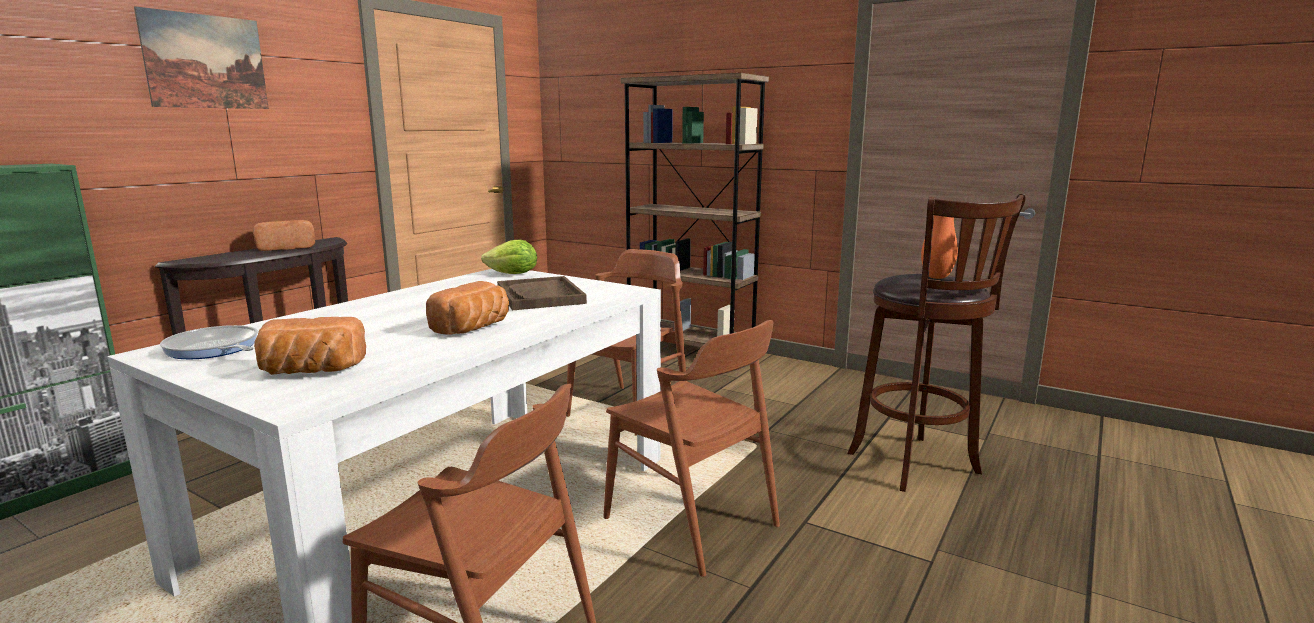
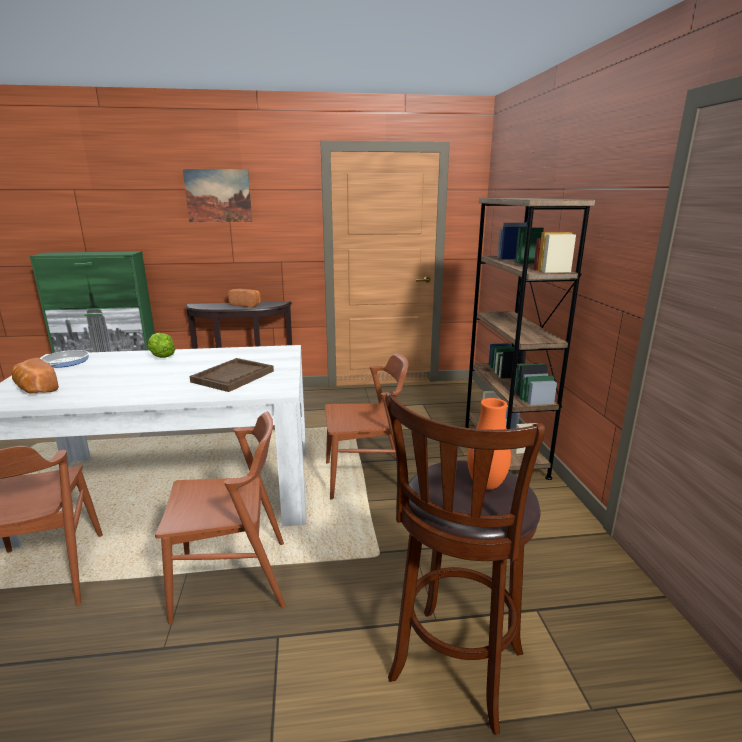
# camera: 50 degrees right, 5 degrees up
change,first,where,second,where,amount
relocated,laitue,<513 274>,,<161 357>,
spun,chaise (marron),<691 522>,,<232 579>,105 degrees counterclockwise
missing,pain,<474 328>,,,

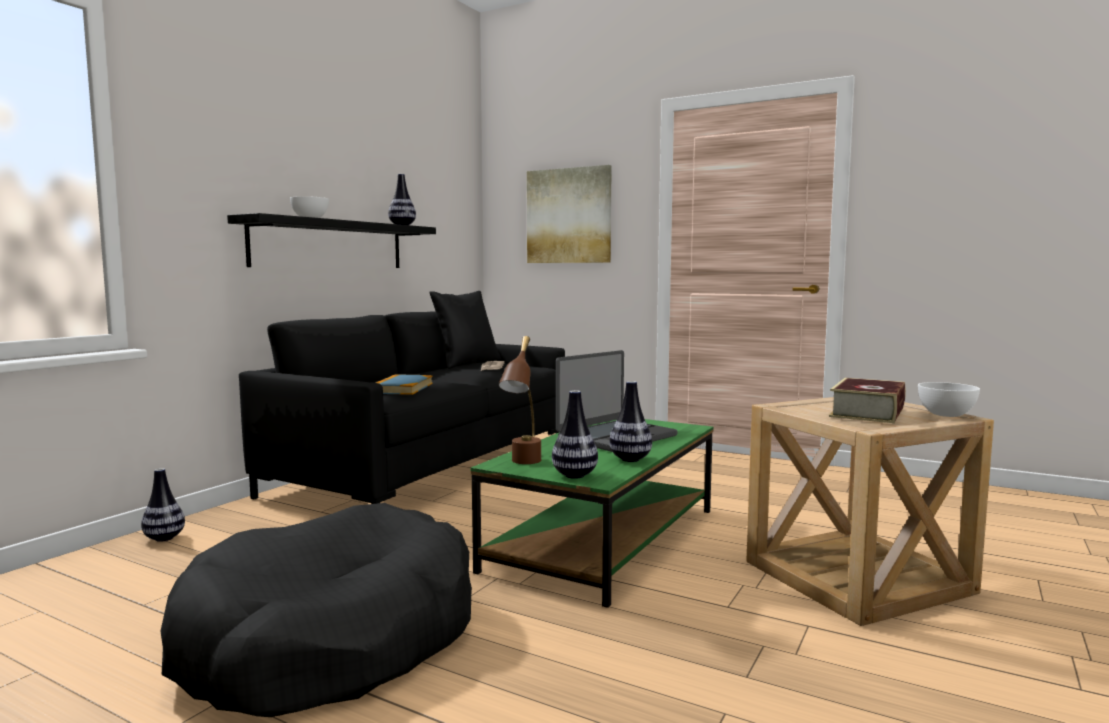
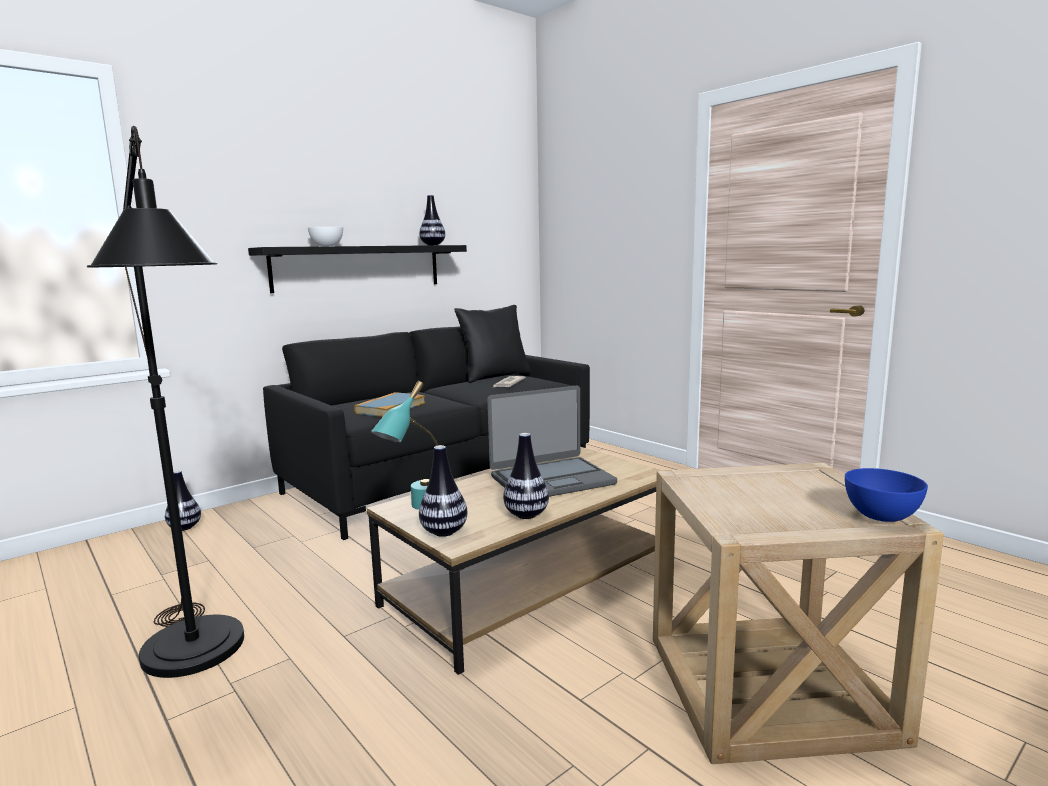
# camera: 20 degrees right, 5 degrees up
change,first,where,second,where,amount
exchanged,panier pour chien (noir),<330 639>,lampadaire (noir),<199 661>,
colour,table basse (vert),<604 538>,table basse (marron),<530 583>,
colour,lampe de table (marron),<523 464>,lampe de table (turquoise),<417 509>,
colour,bol (blanc),<946 415>,bol (bleu),<882 516>,
missing,tableau,<569 216>,,,
missing,livre,<867 412>,,,

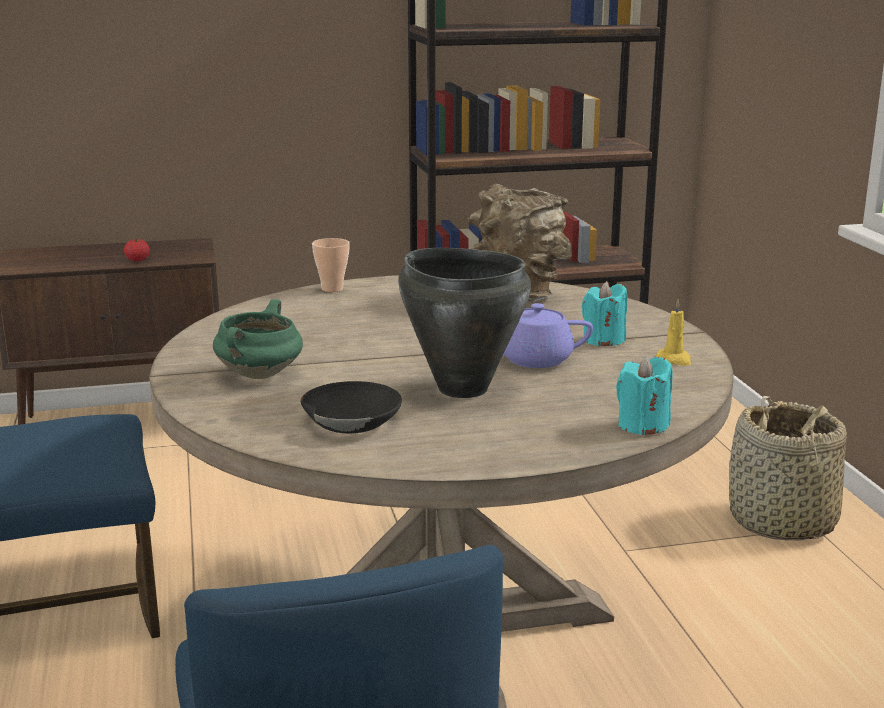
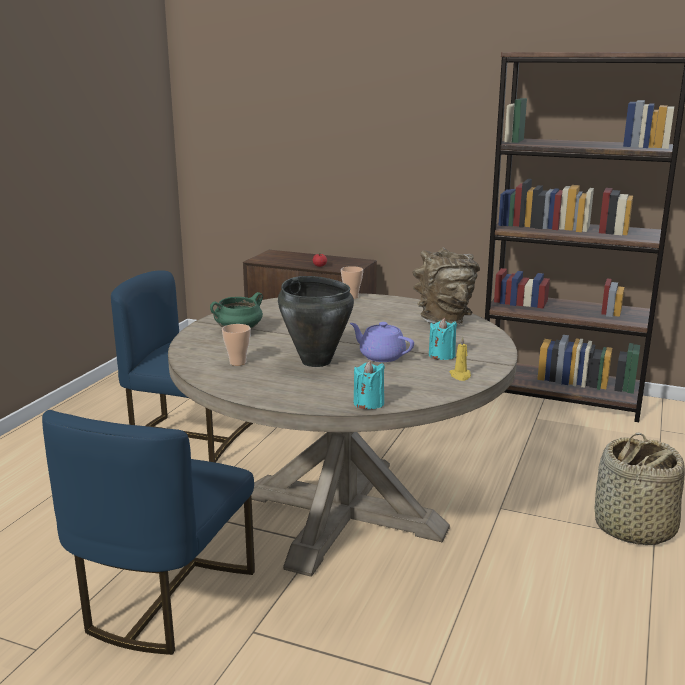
# camera: 35 degrees right, 0 degrees up
change,first,where,second,where,amount
exchanged,bol (noir),<351 420>,tasse,<237 362>,

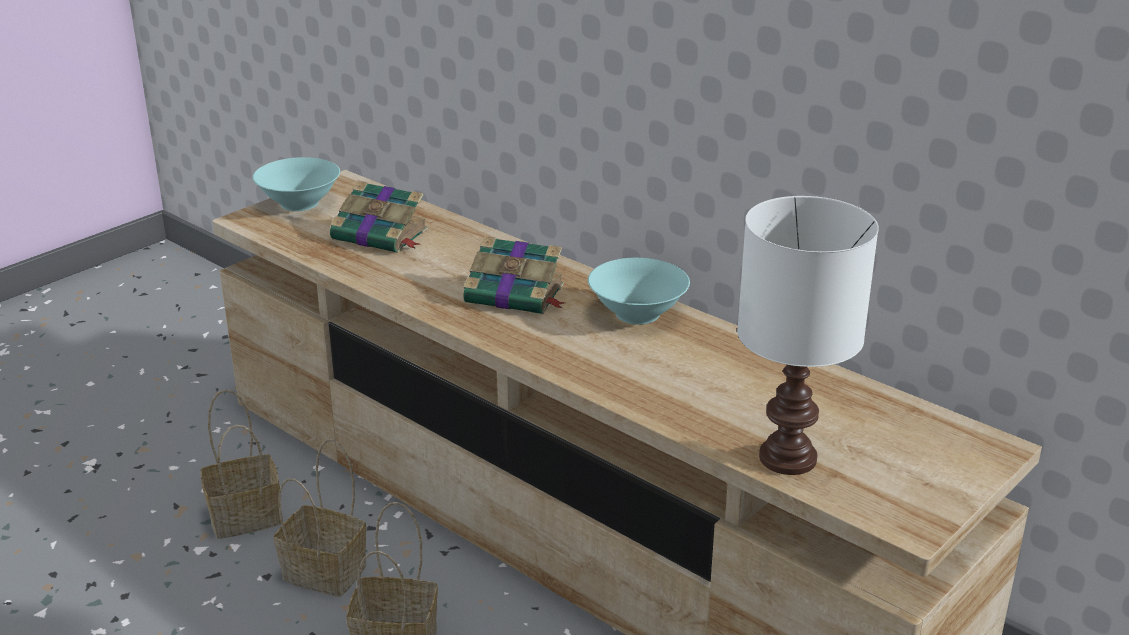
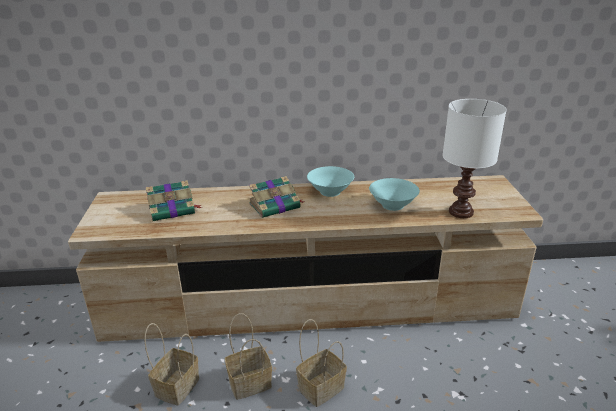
# camera: 45 degrees left, 0 degrees up
change,first,where,second,where,amount
relocated,bol (turquoise),<298 203>,,<392 205>,

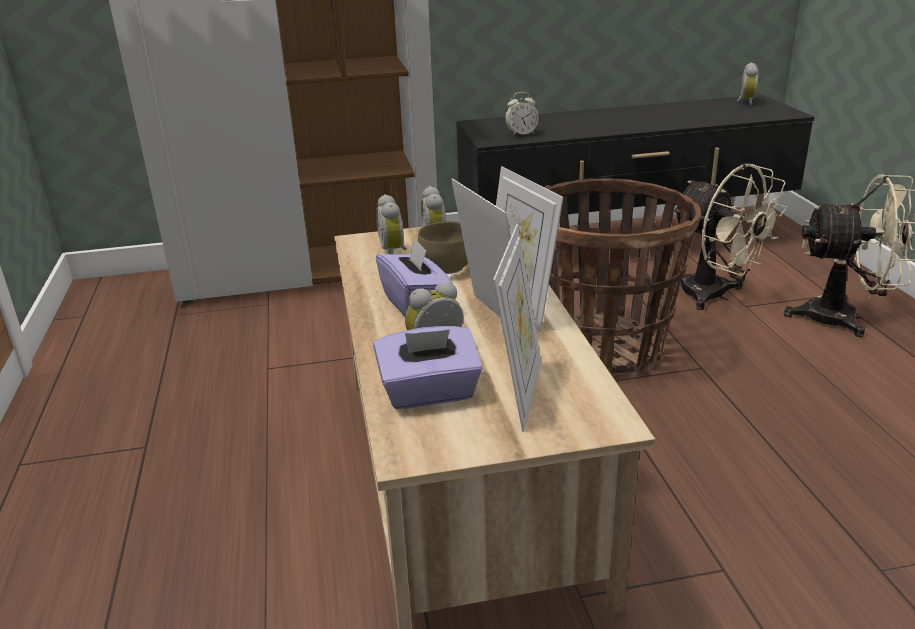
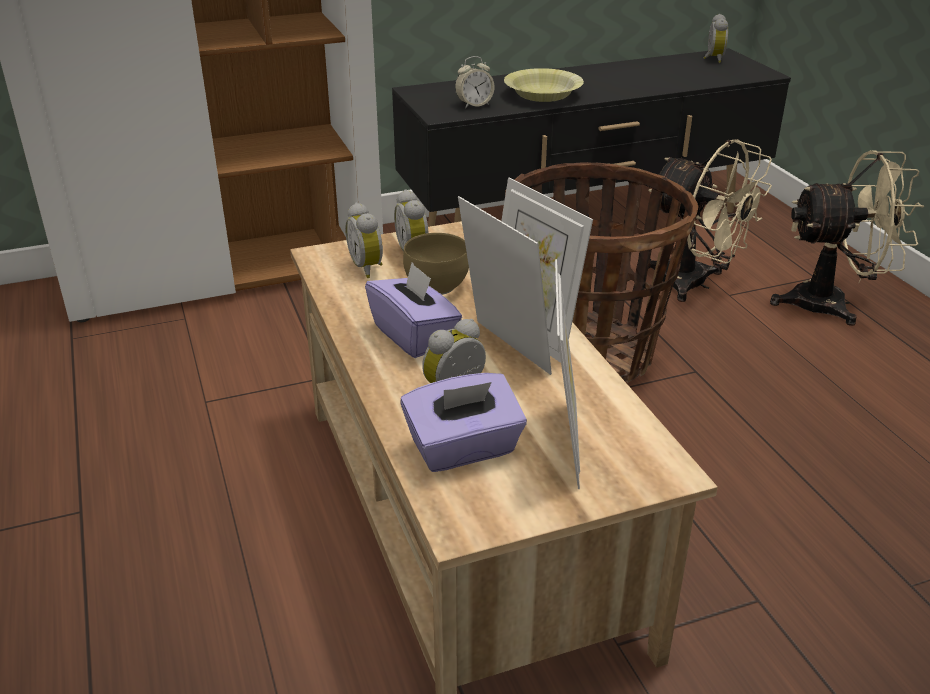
# camera: 10 degrees left, 5 degrees up
change,first,where,second,where,amount
appeared,,,bol (jaune),<543 95>,

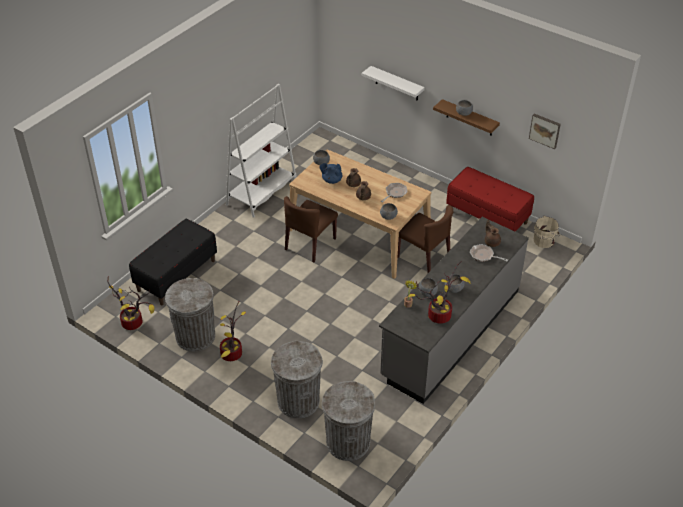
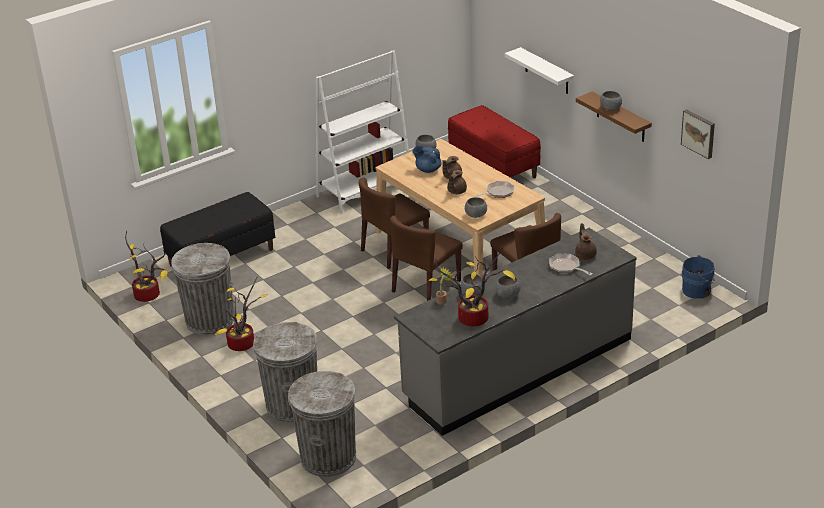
# camera: 20 degrees right, 10 degrees down
change,first,where,second,where,amount
appeared,,,chaise (marron),<426 286>,
relocated,banc (rouge),<487 217>,,<494 166>,
colour,seau (beige),<545 240>,seau (bleu),<698 290>,

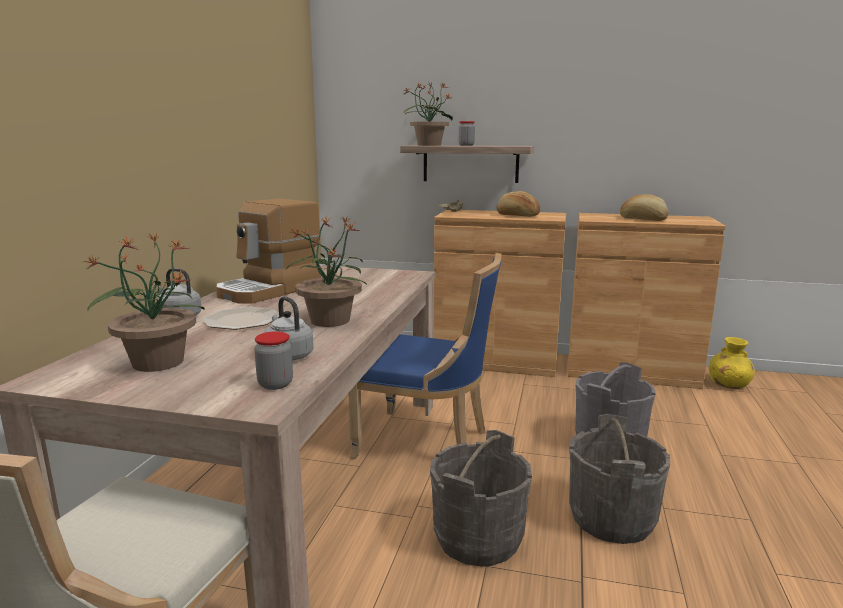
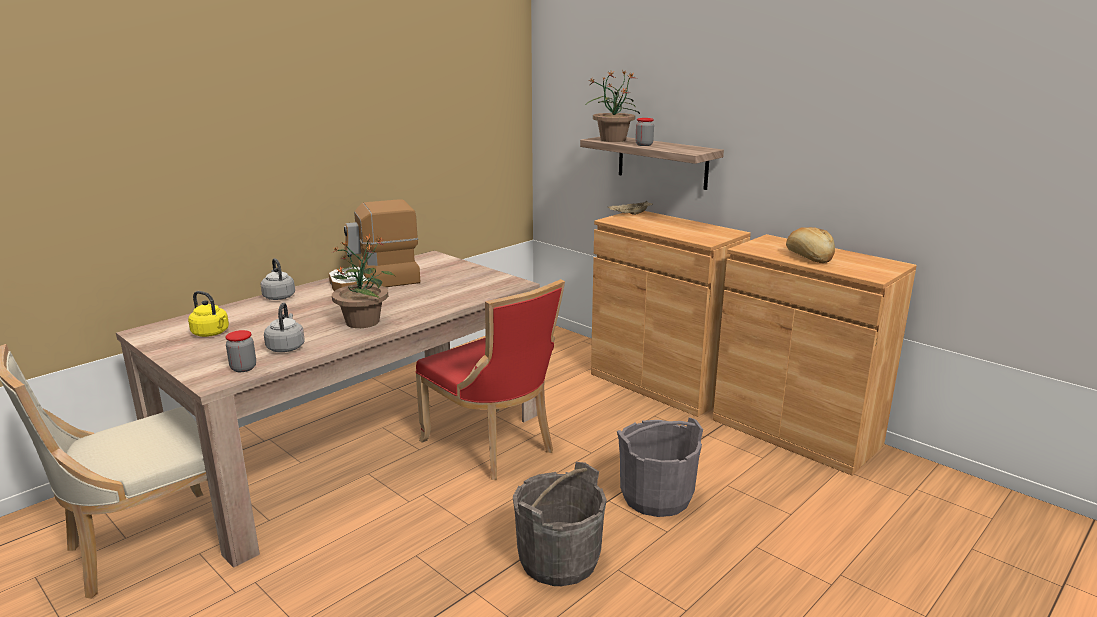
# camera: 30 degrees right, 5 degrees up
change,first,where,second,where,amount
exchanged,plante en pot,<157 362>,bouilloire (jaune),<212 333>,
colour,chaise (bleu),<427 443>,chaise (rouge),<493 446>,
missing,assiette,<242 320>,,,
missing,seau (gris),<478 538>,,,
missing,pain,<517 215>,,,
missing,vase (jaune),<729 385>,,,

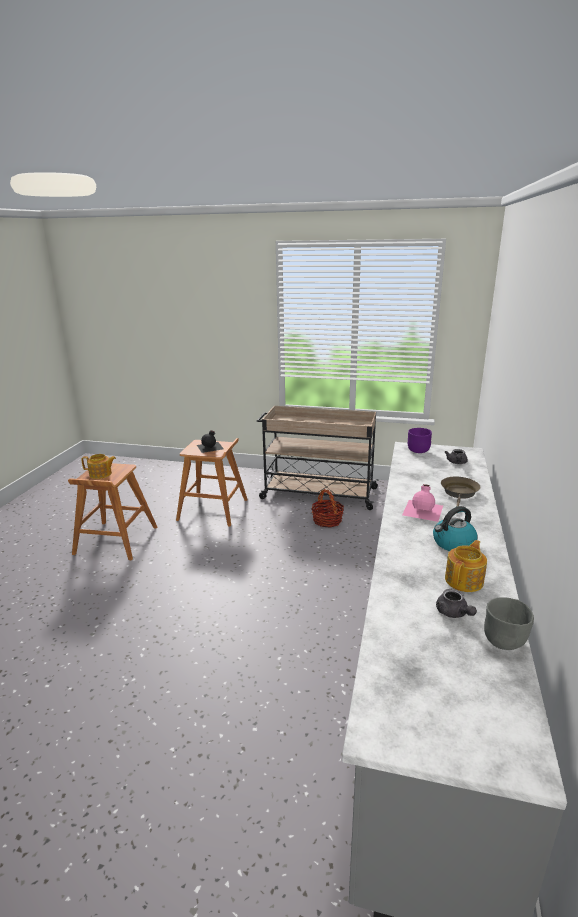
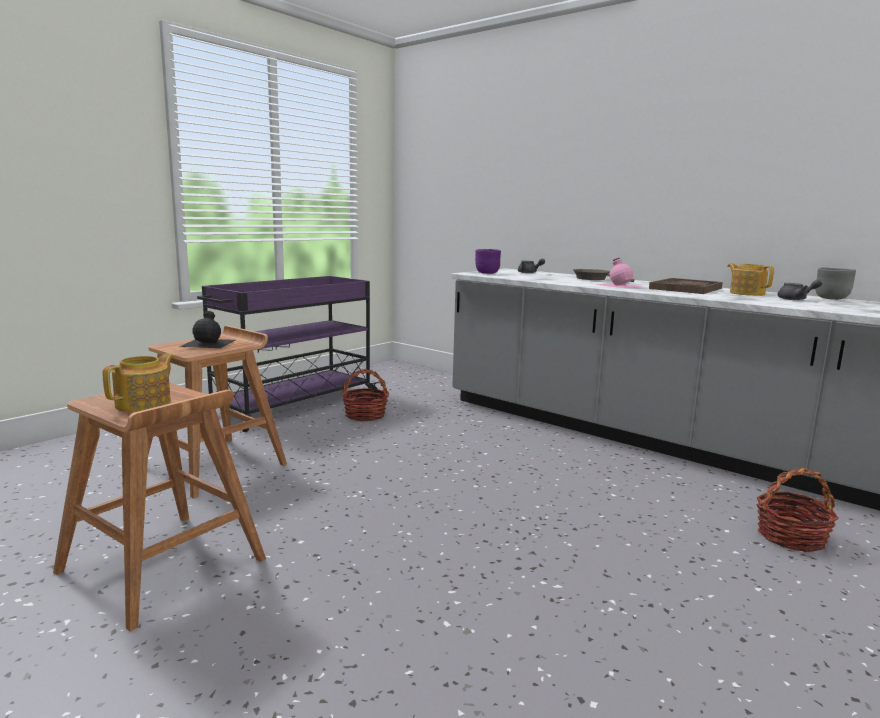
# camera: 65 degrees left, 10 degrees down
change,first,where,second,where,amount
colour,chariot (beige),<317 493>,chariot (violet),<292 405>,
exchanged,bouilloire,<453 543>,plateau (marron),<685 288>,
appeared,,,panier,<791 537>,

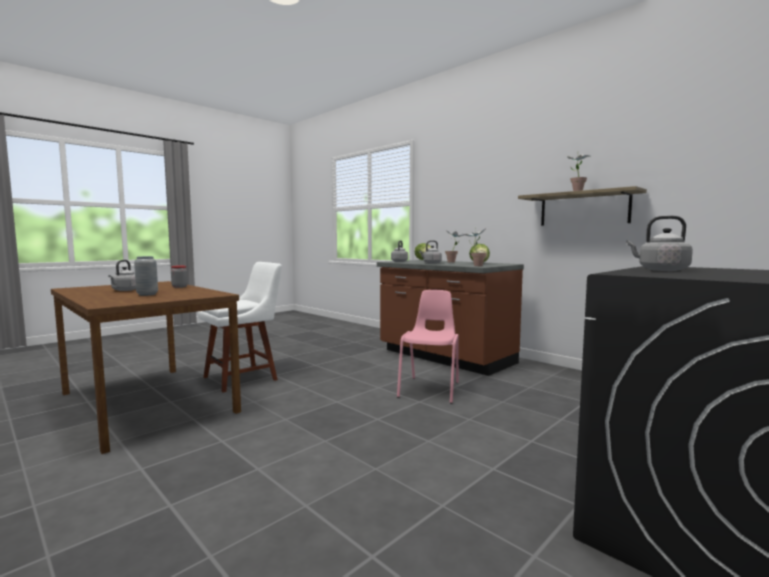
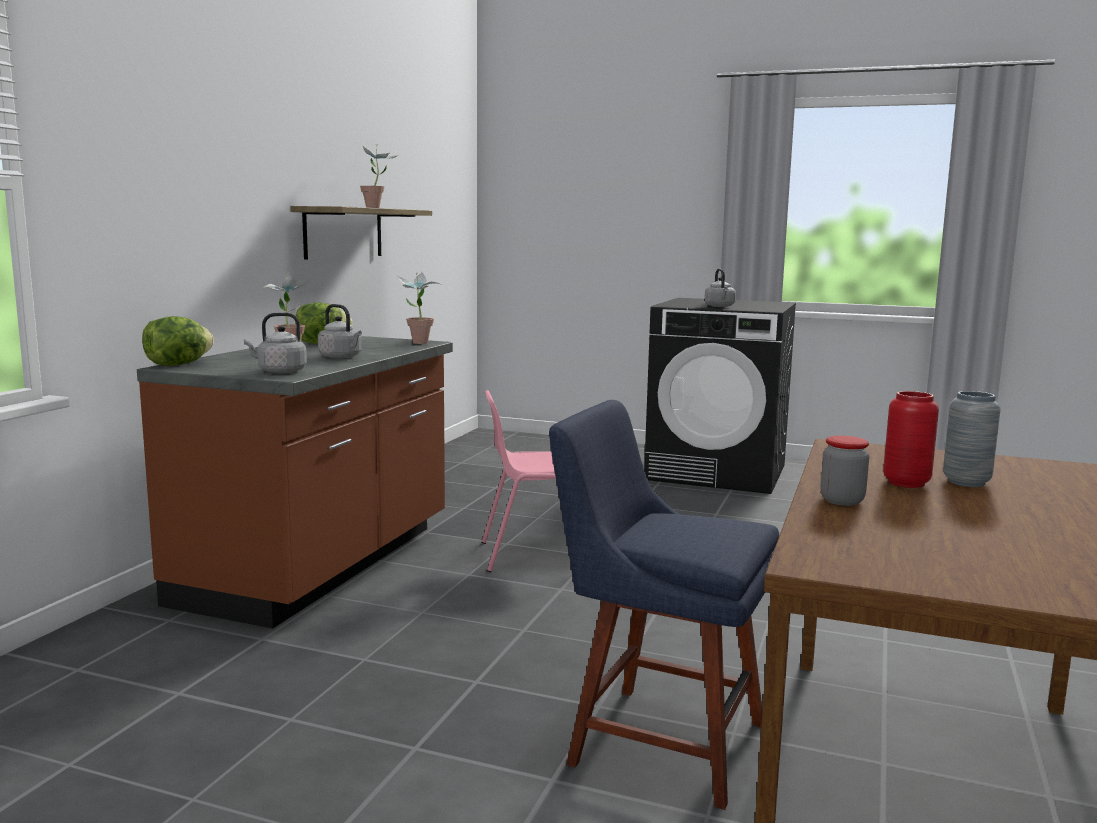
# camera: 115 degrees left, 5 degrees up
change,first,where,second,where,amount
colour,chaise (blanc),<244 377>,chaise (bleu),<658 740>,
appeared,,,vase (rouge),<906 483>,
missing,bouilloire (gris),<125 290>,,,

